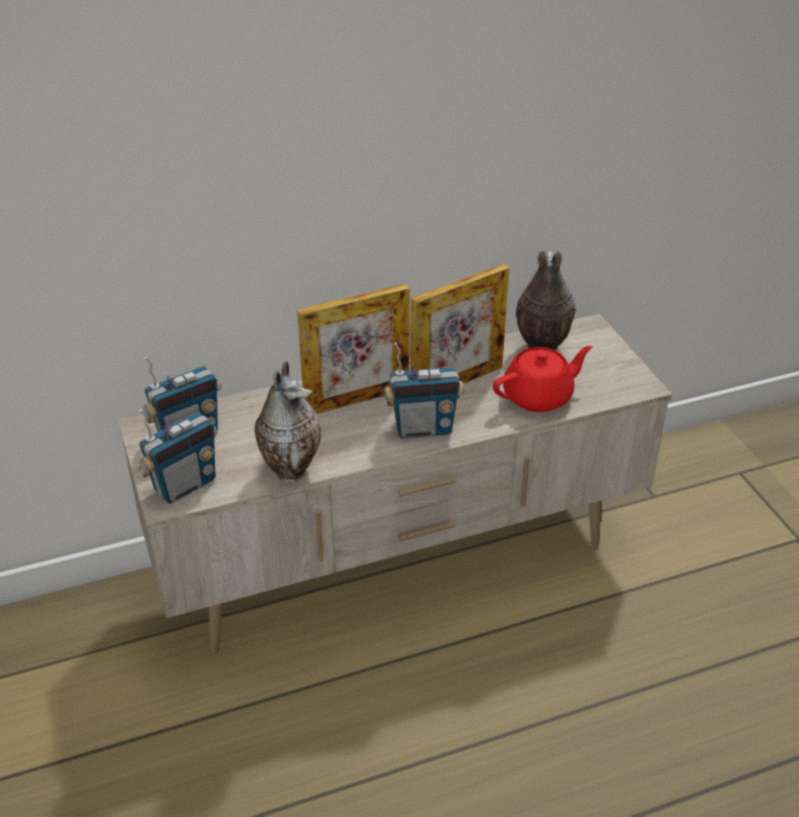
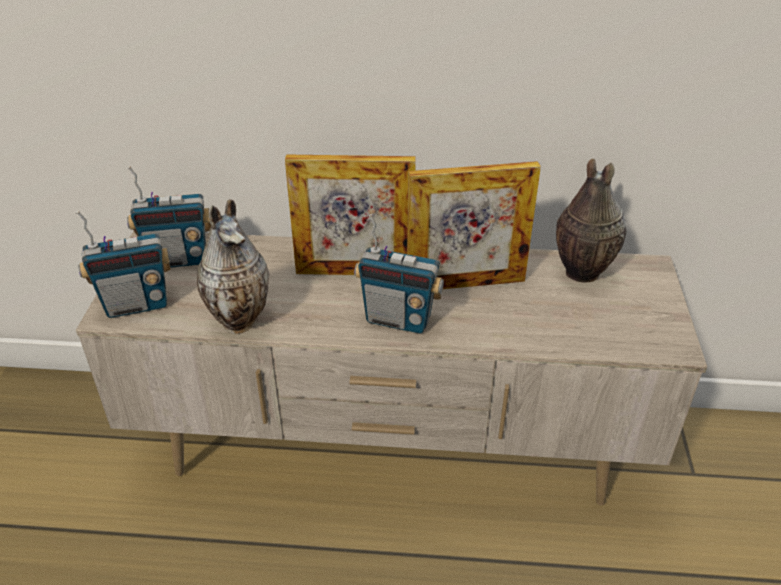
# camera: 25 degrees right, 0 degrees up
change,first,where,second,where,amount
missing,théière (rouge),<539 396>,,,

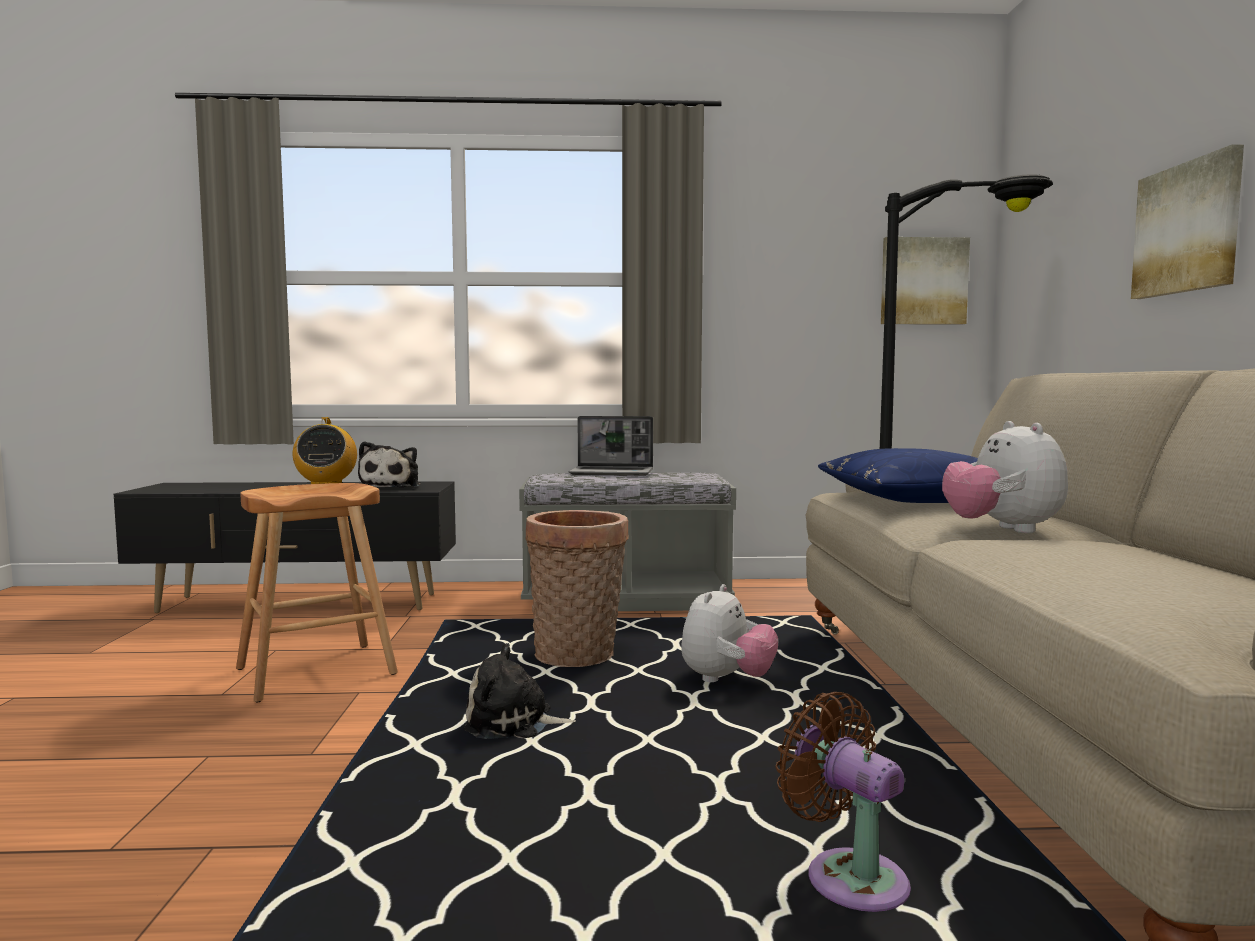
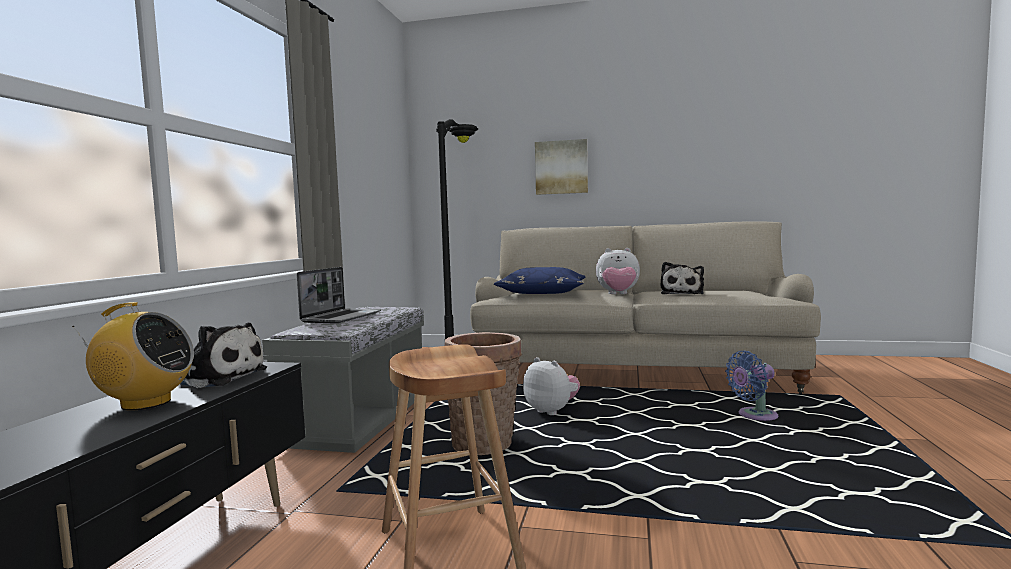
# camera: 75 degrees left, 0 degrees up
change,first,where,second,where,amount
relocated,peluche,<515 723>,,<682 293>,
colour,ventilateur (marron),<848 876>,ventilateur (bleu),<754 416>,
missing,tableau,<923 281>,,,

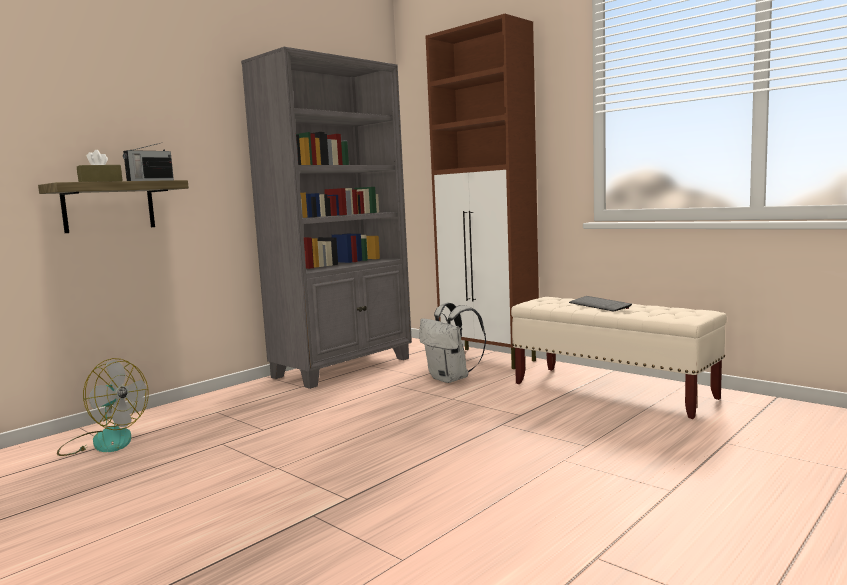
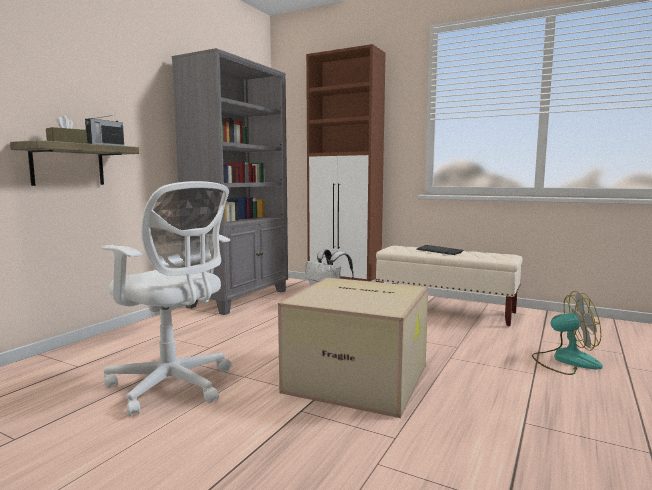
# camera: 15 degrees left, 0 degrees up
change,first,where,second,where,amount
appeared,,,chaise de bureau (blanc),<173 386>,
appeared,,,carton,<359 378>,
relocated,ventilateur,<103 441>,,<565 360>,

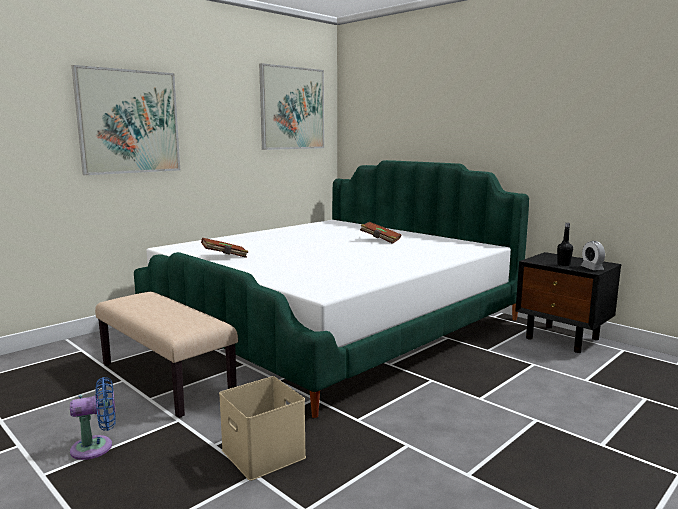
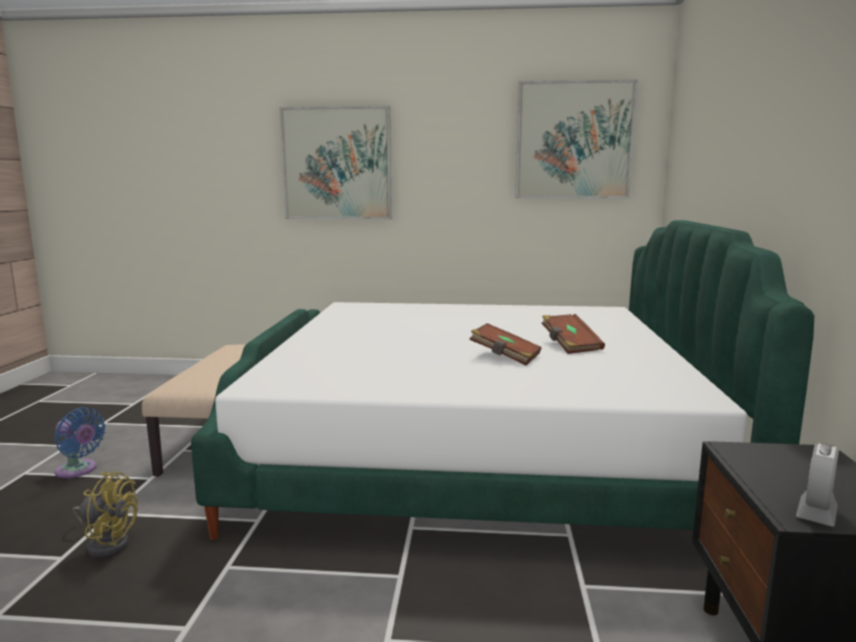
# camera: 50 degrees right, 0 degrees up
change,first,where,second,where,amount
exchanged,boîte de rangement (beige),<261 453>,ventilateur (jaune),<107 543>,
relocated,livre (marron),<225 256>,,<505 357>,
missing,bouteille (noir),<563 264>,,,

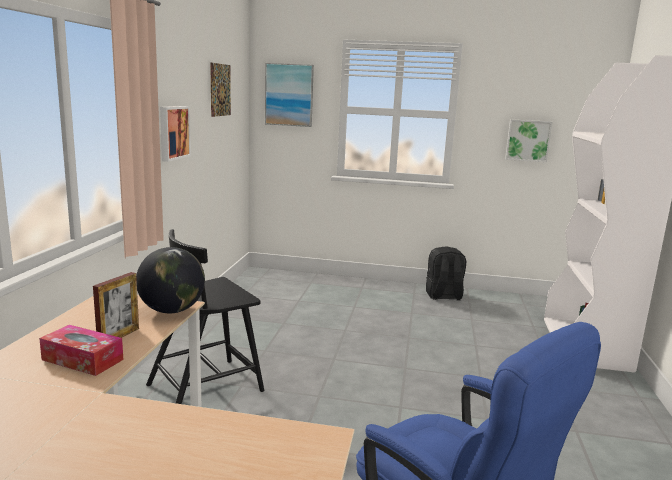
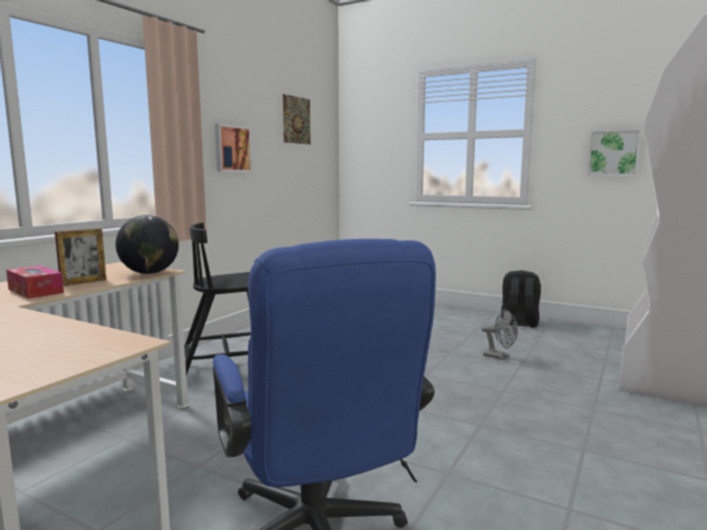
# camera: 20 degrees right, 5 degrees down
change,first,where,second,where,amount
appeared,,,ventilateur (gris),<500 357>,
missing,tableau,<289 95>,,,

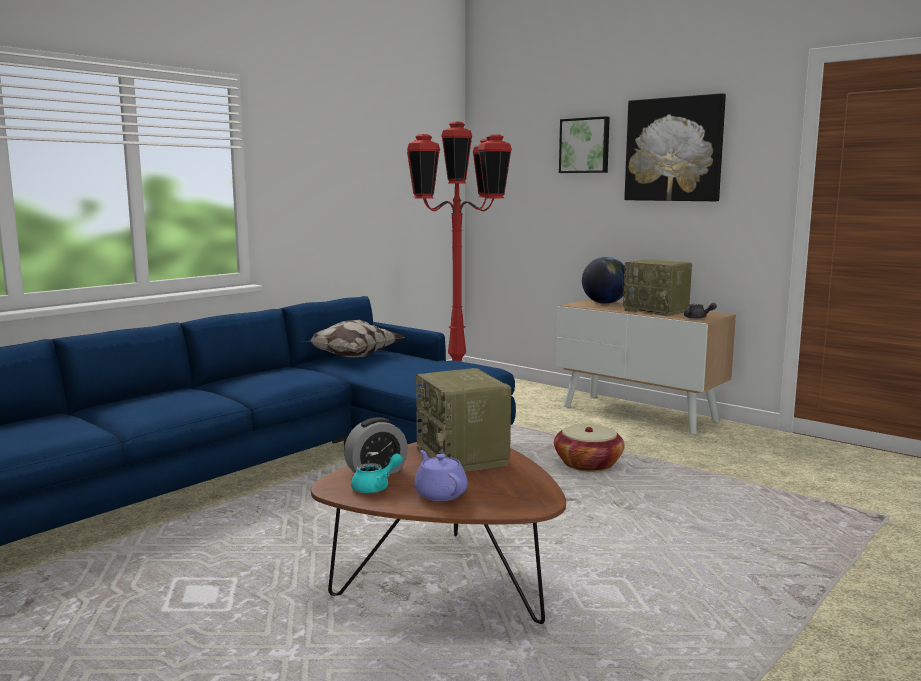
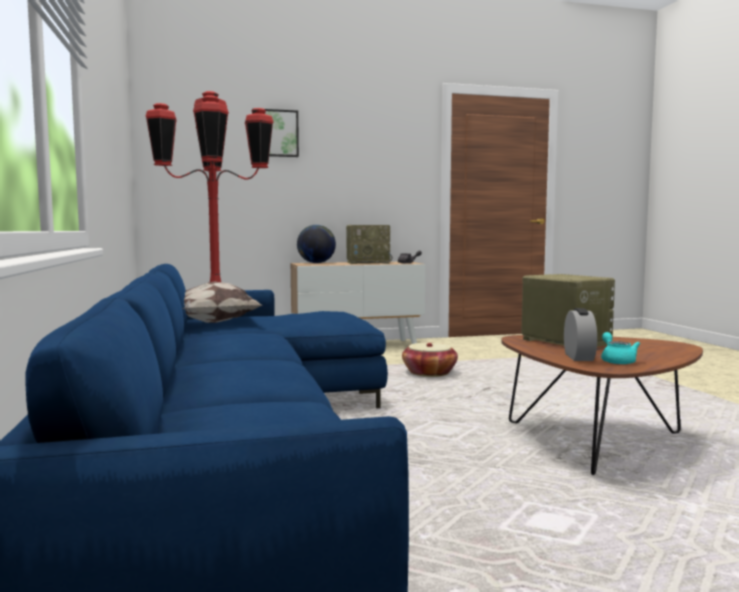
# camera: 55 degrees left, 5 degrees down
change,first,where,second,where,amount
spun,radio,<463 457>,,<563 341>,135 degrees counterclockwise
missing,théière (violet),<440 493>,,,
missing,tableau,<674 149>,,,

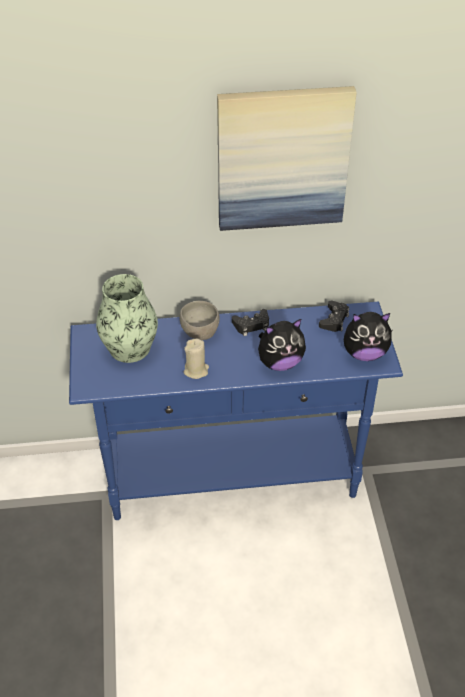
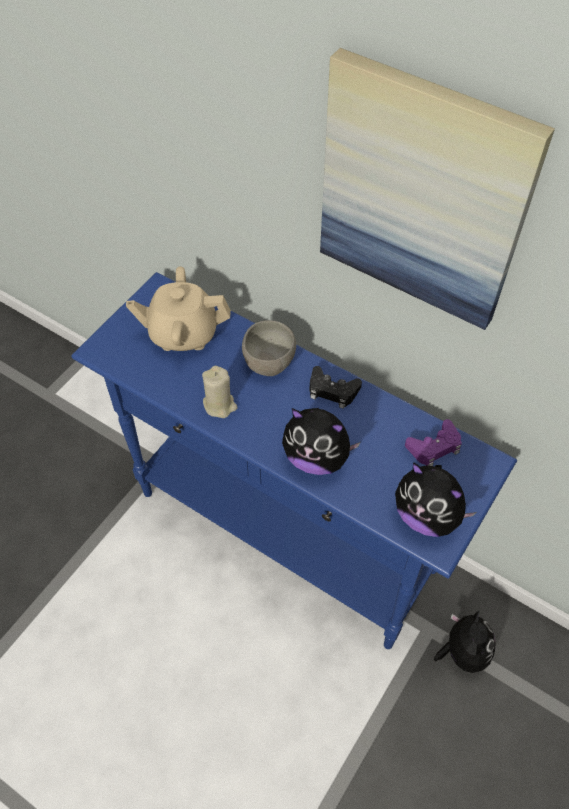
# camera: 40 degrees right, 10 degrees up
change,first,where,second,where,amount
exchanged,vase,<130 347>,théière (beige),<183 333>,
colour,manette (noir),<334 320>,manette (violet),<434 447>,
appeared,,,peluche,<462 652>,

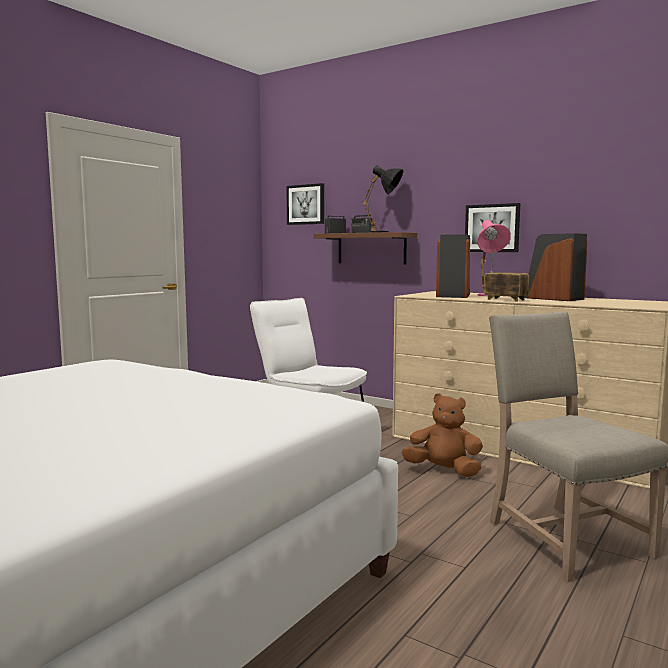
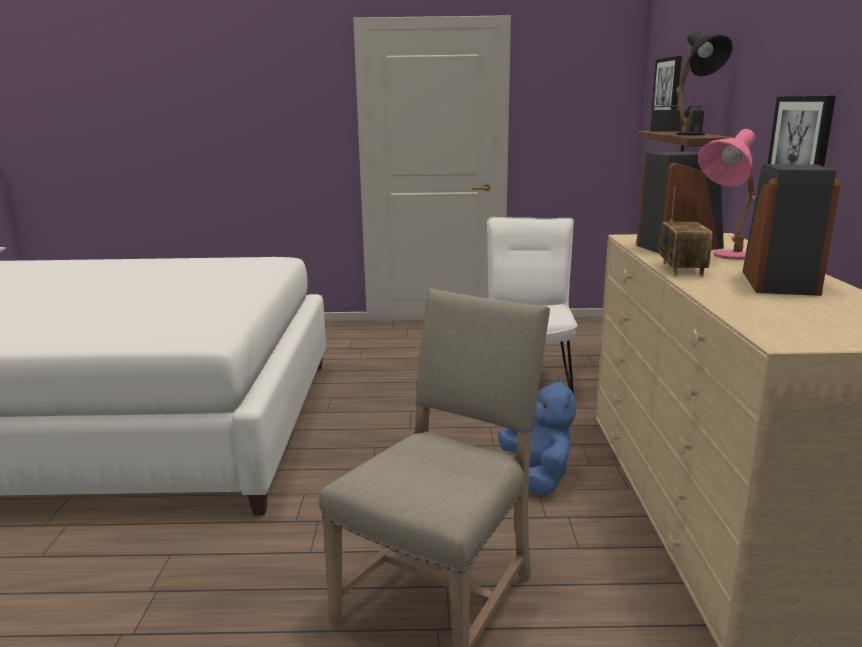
# camera: 55 degrees right, 10 degrees up
change,first,where,second,where,amount
colour,peluche (marron),<443 471>,peluche (bleu),<537 475>,

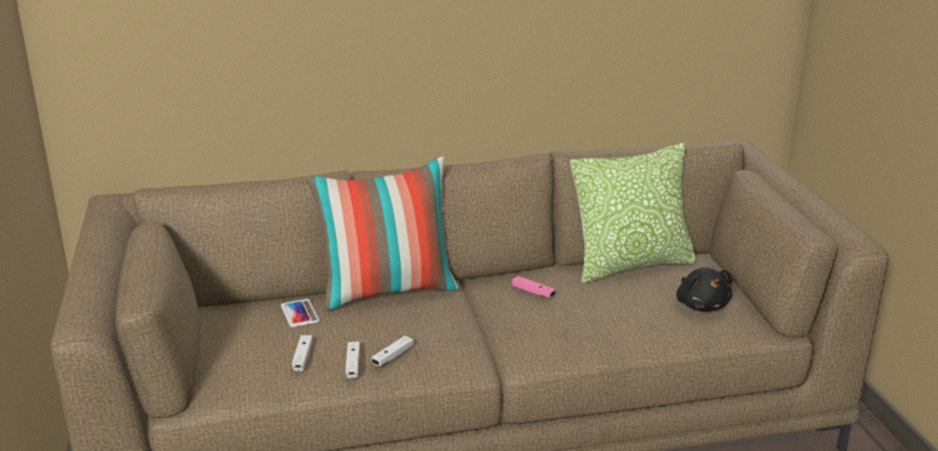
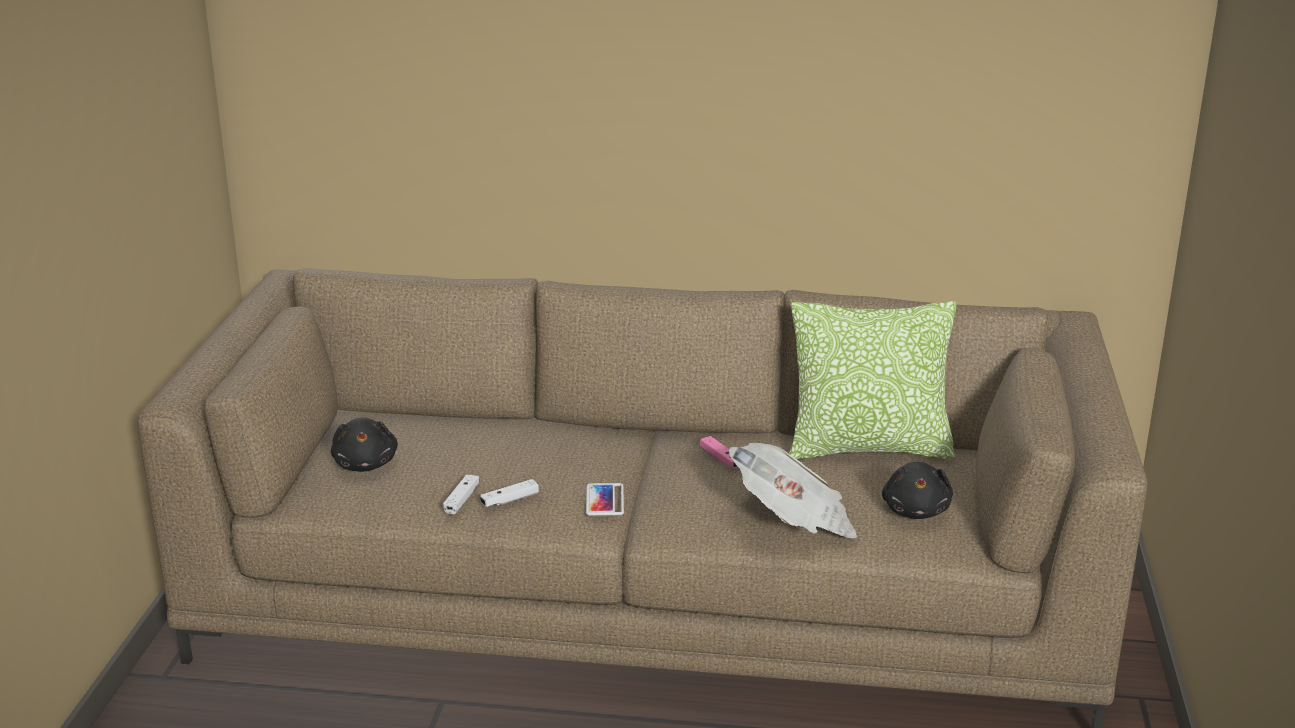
# camera: 20 degrees right, 0 degrees up
change,first,where,second,where,amount
appeared,,,peluche (noir),<366 464>,
relocated,téléphone,<300 313>,,<604 500>,
appeared,,,journal,<794 521>,
missing,manette (blanc),<302 357>,,,
missing,coussin,<387 291>,,,

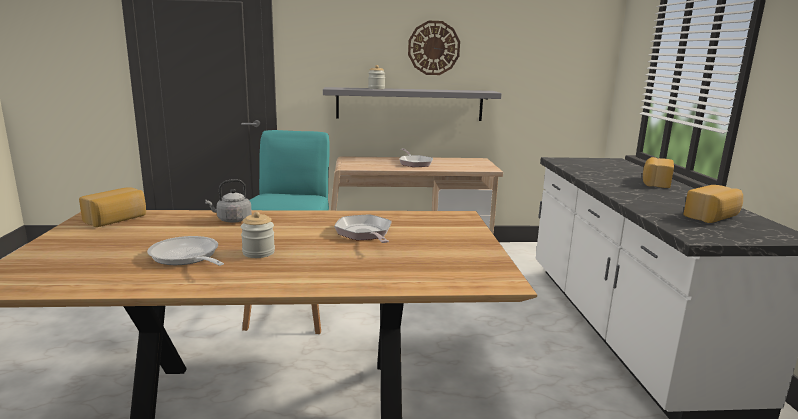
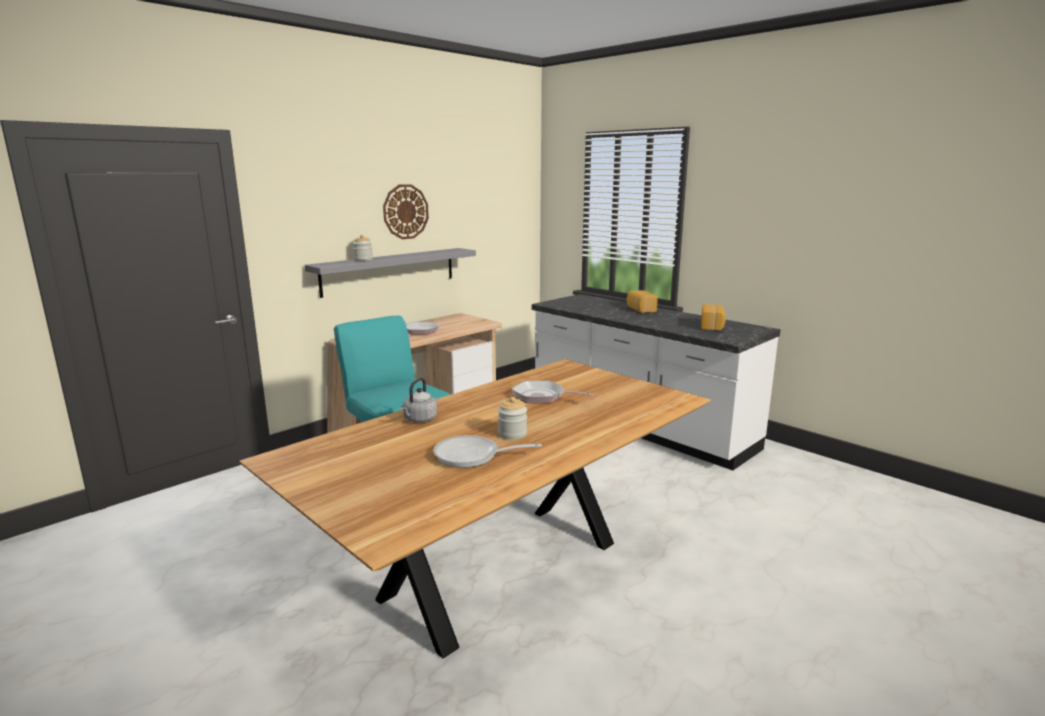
# camera: 40 degrees left, 0 degrees up
change,first,where,second,where,amount
missing,pain,<116 219>,,,

